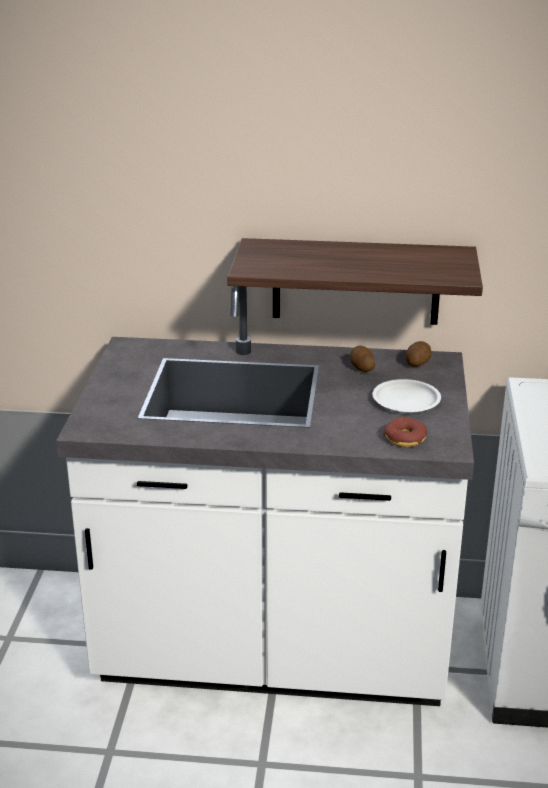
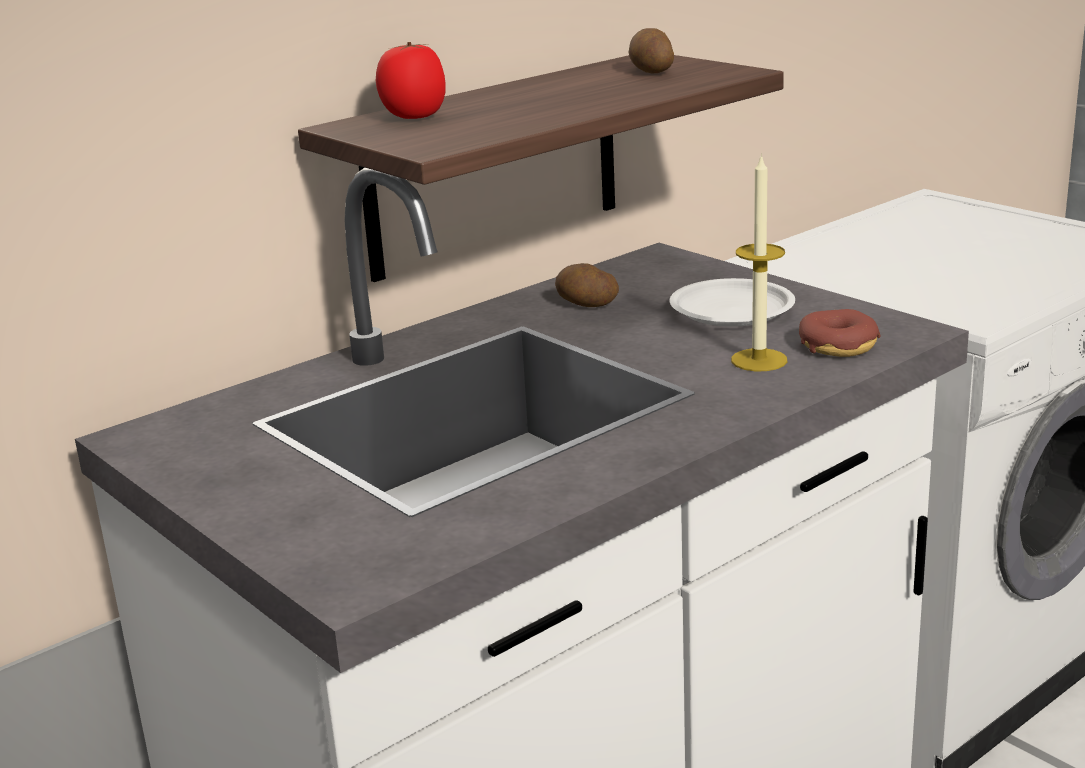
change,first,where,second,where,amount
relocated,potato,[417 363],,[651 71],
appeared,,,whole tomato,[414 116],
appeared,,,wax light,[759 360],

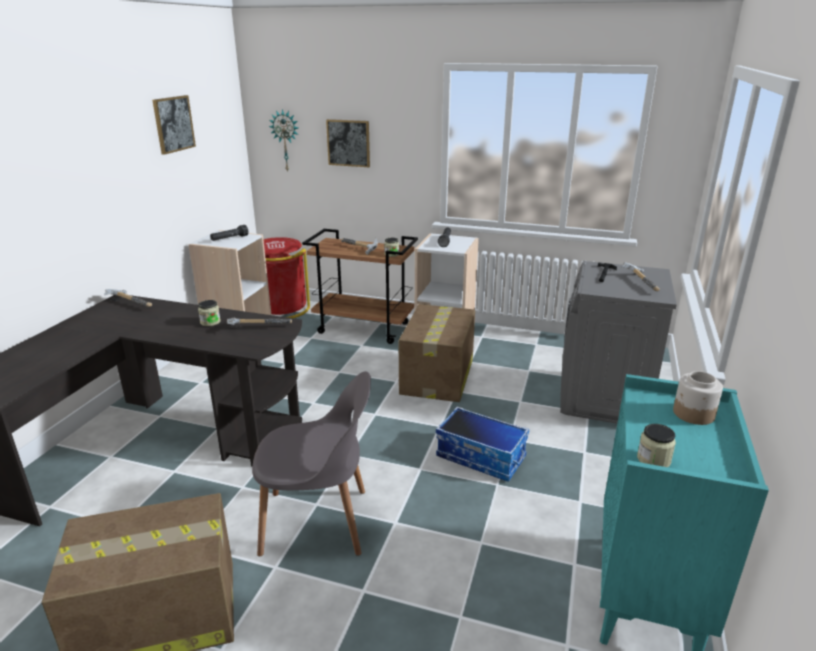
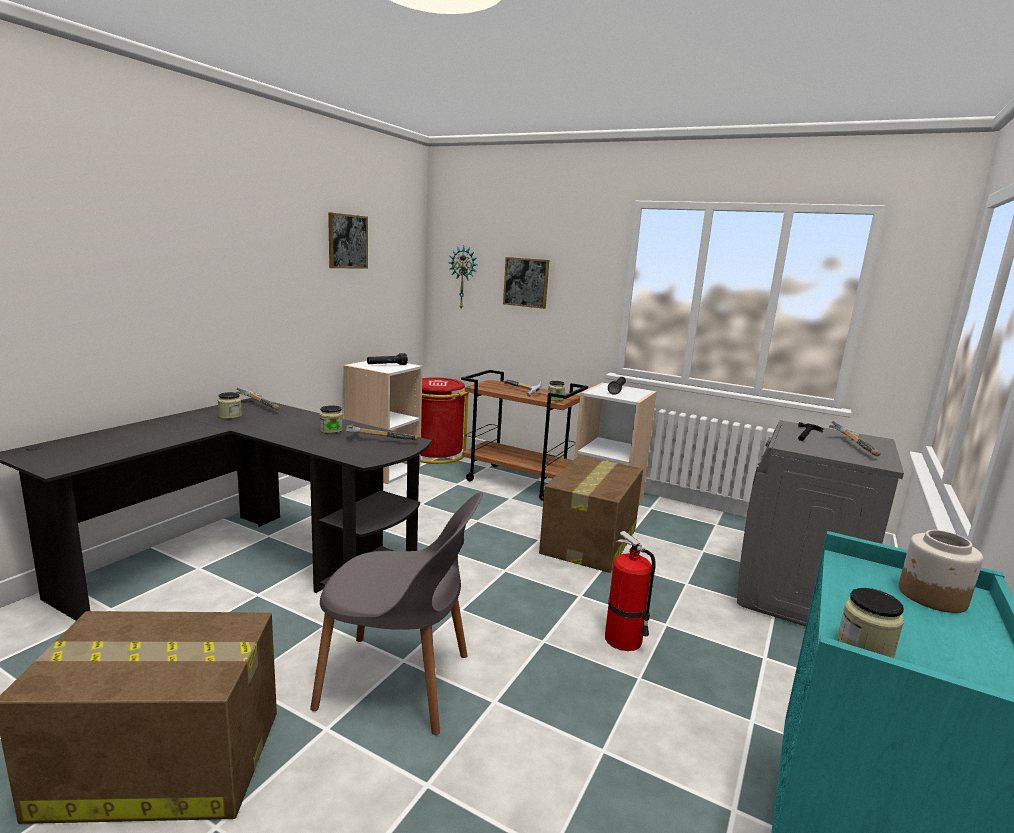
change,first,where,second,where,amount
exchanged,storage container,[481 457],extinguisher,[625 640],
appeared,,,preserve jar,[230 416],

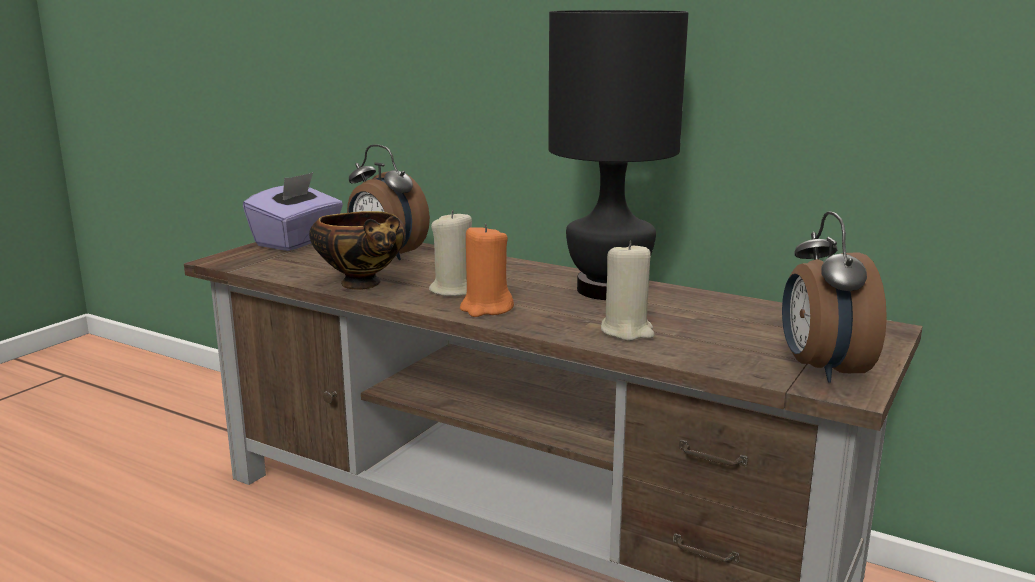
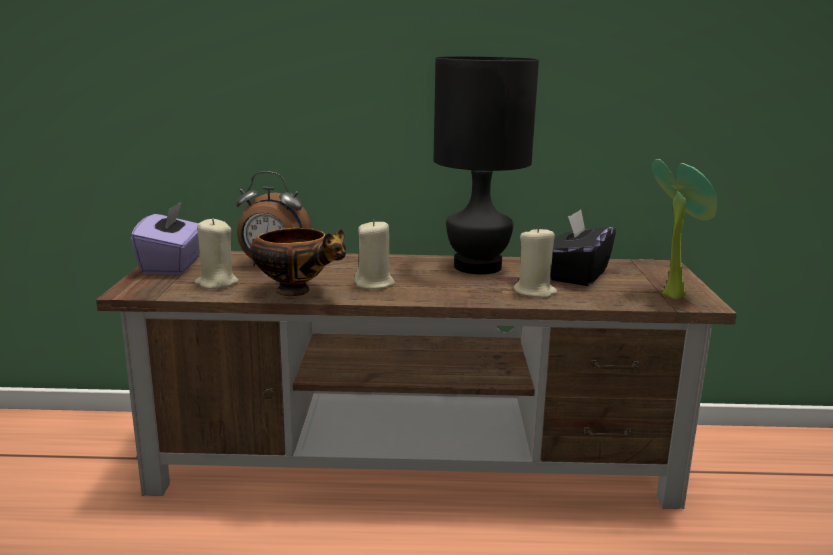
change,first,where,second,where,amount
missing,orange-coloured wax light,[486 308],,,
exchanged,alarm clock,[821 369],potted plant,[673 295],
appeared,,,sand-coloured wax light,[216 283],
appeared,,,black tissue box,[577 275],

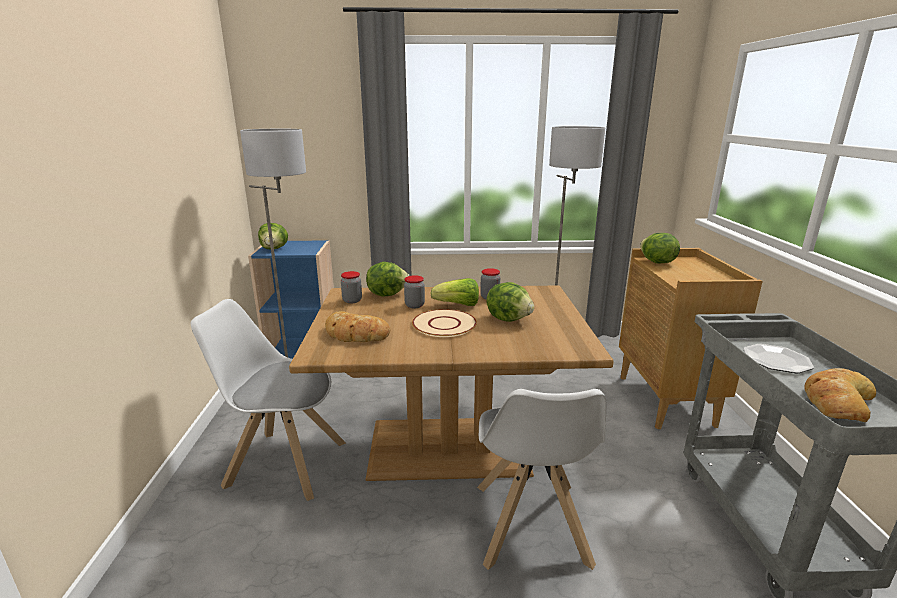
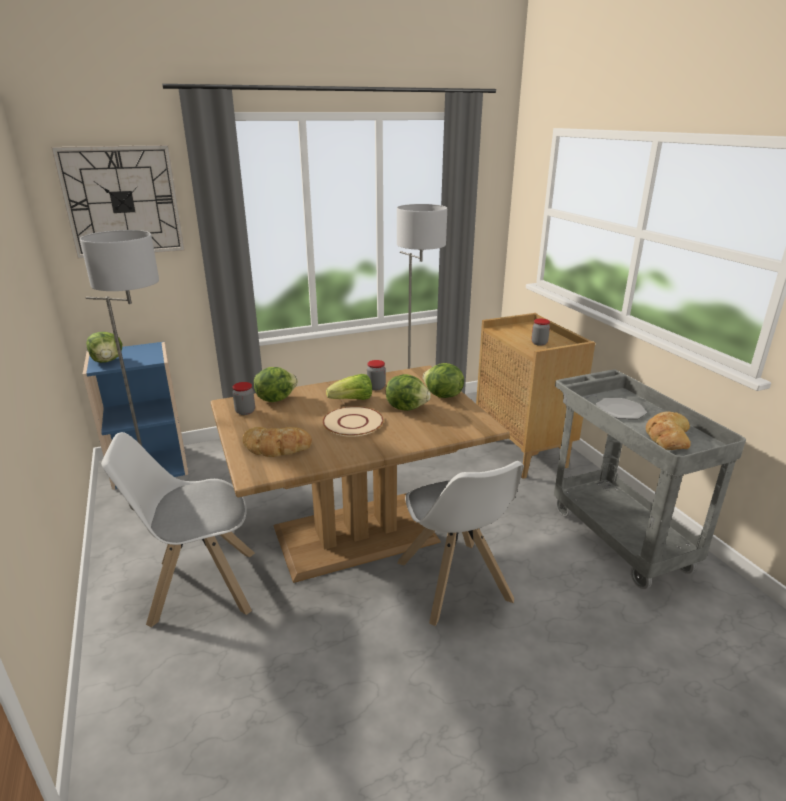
change,first,where,second,where,amount
relocated,preserve jar,[414 305],,[539 343],
relocated,lettuce head,[656 262],,[442 396],
appeared,,,hanging clock,[122 201],

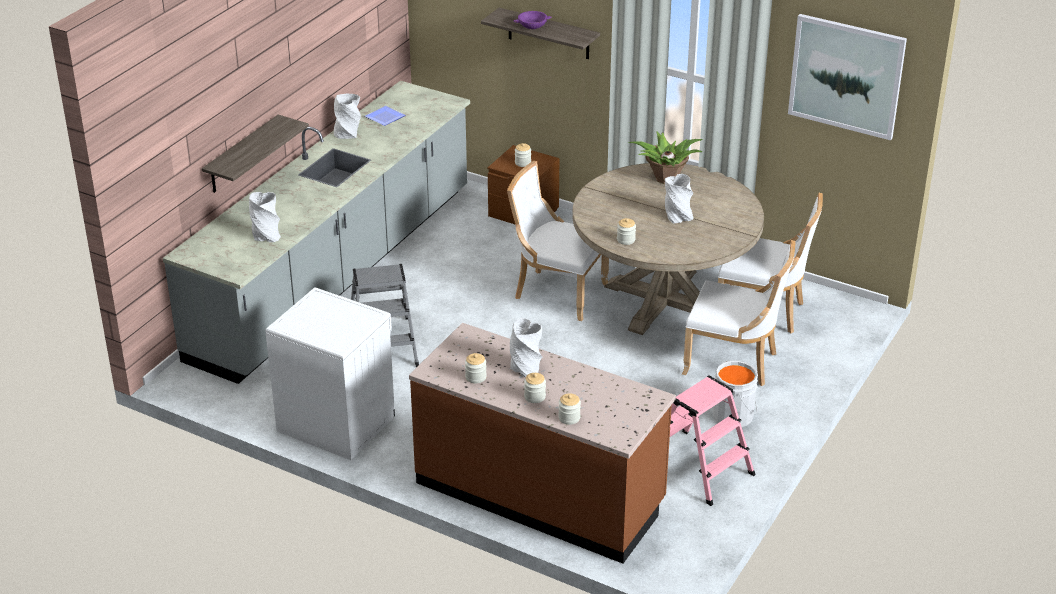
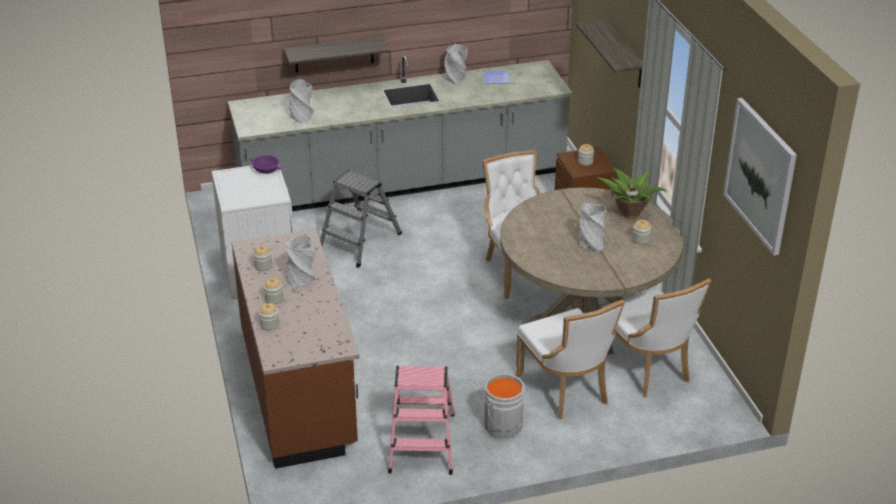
change,first,where,second,where,amount
relocated,purplish deep dish,[532 25],,[266 169],
relocated,preserve jar,[626 240],,[640 239],

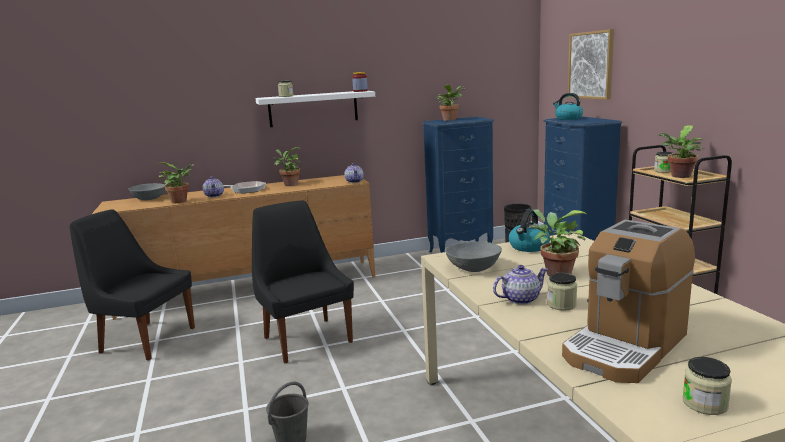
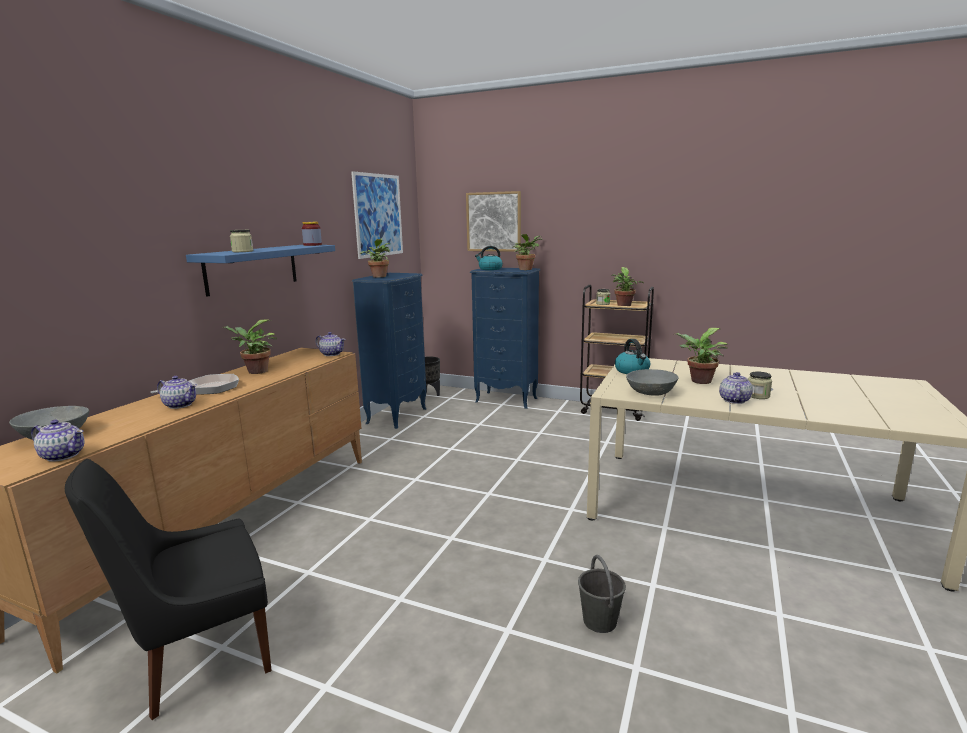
change,first,where,second,where,amount
relocated,potted plant,[181 201],,[526 269],
missing,black chair,[306 338],,,
colour,whitish shelf,[313 108],bluish shelf,[252 268],
missing,coffee maker,[625 346],,,
missing,preserve jar,[704 403],,,
appeared,,,pot for tea,[63 455],
appeared,,,wall art,[378 215],

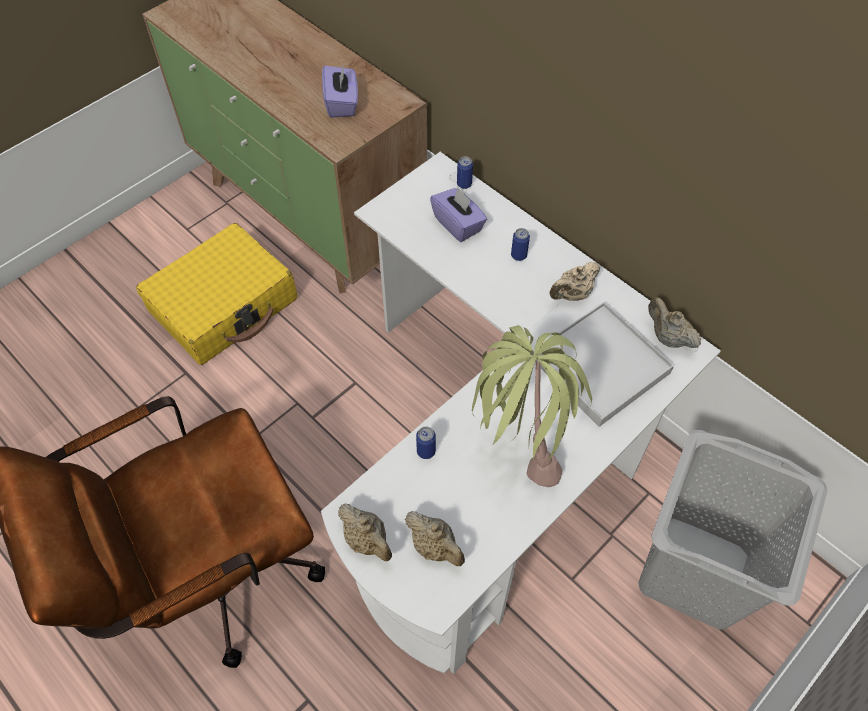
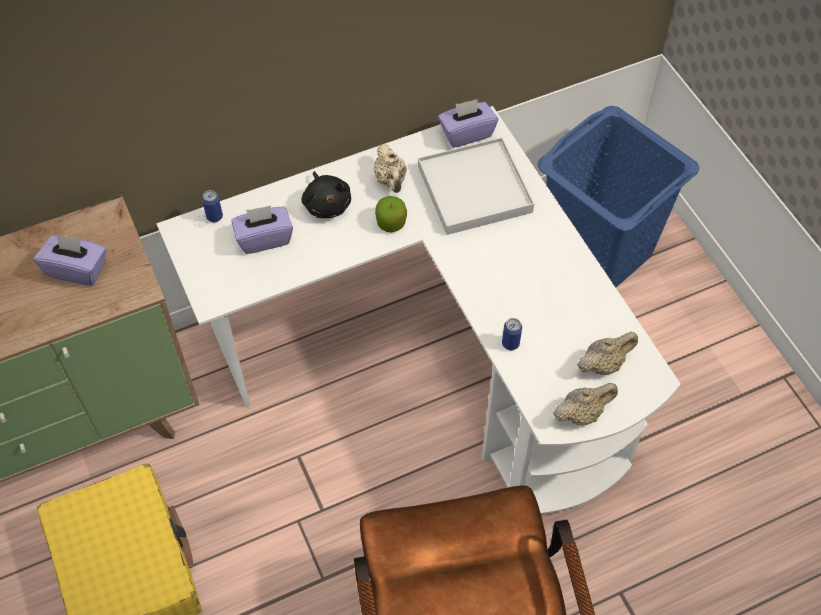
change,first,where,second,where,amount
missing,potted plant,[519 446],,,
exchanged,sealed can,[518 255],black plush toy,[327 204],
colour,grey hamper,[695 570],bluish hamper,[597 251],
exchanged,sand-coloured pot for tea,[667 338],purplish tissue box,[466 133],
appeared,,,apple,[391 223],

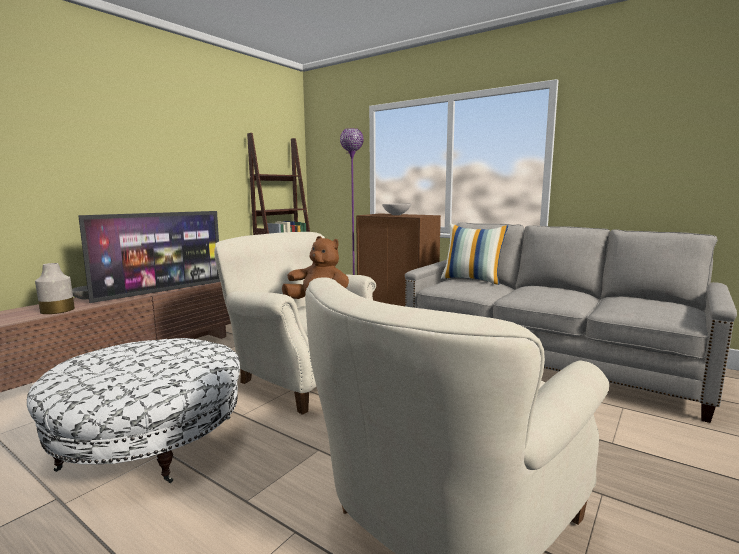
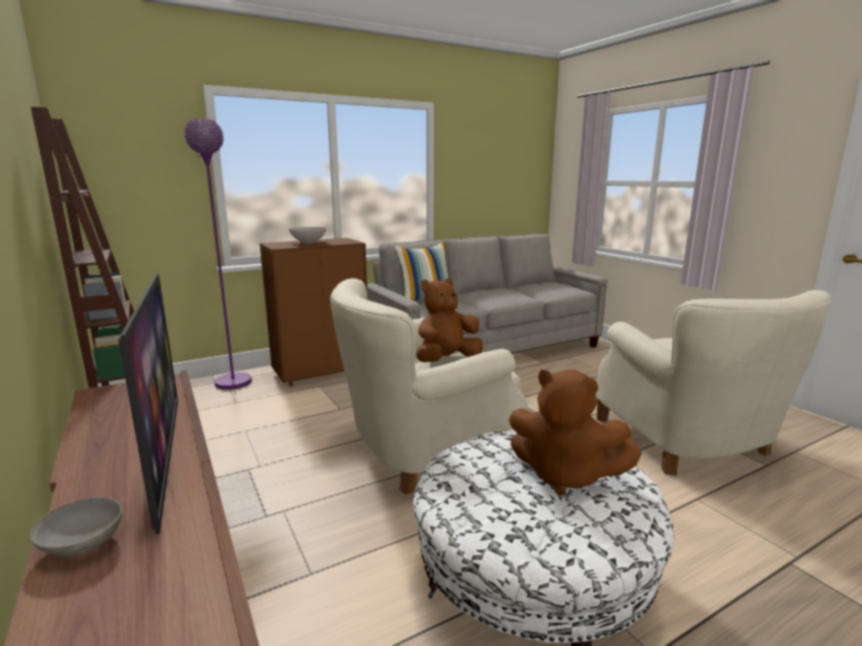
change,first,where,second,where,amount
missing,sand-coloured flower vase,[57 310],,,
appeared,,,brownish plush toy,[565 475],

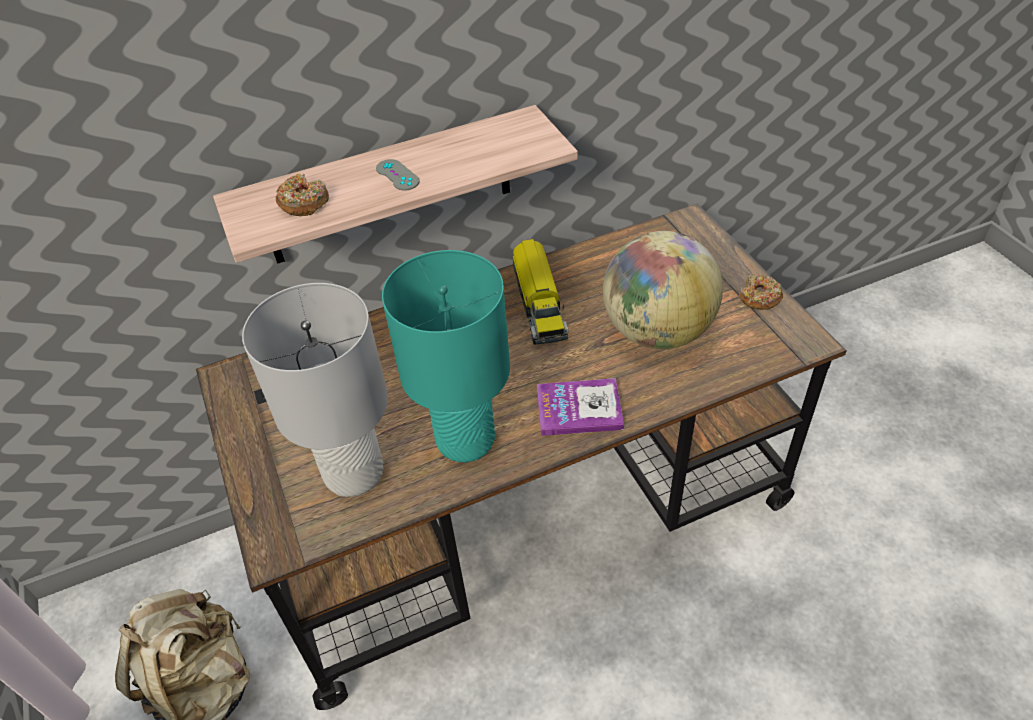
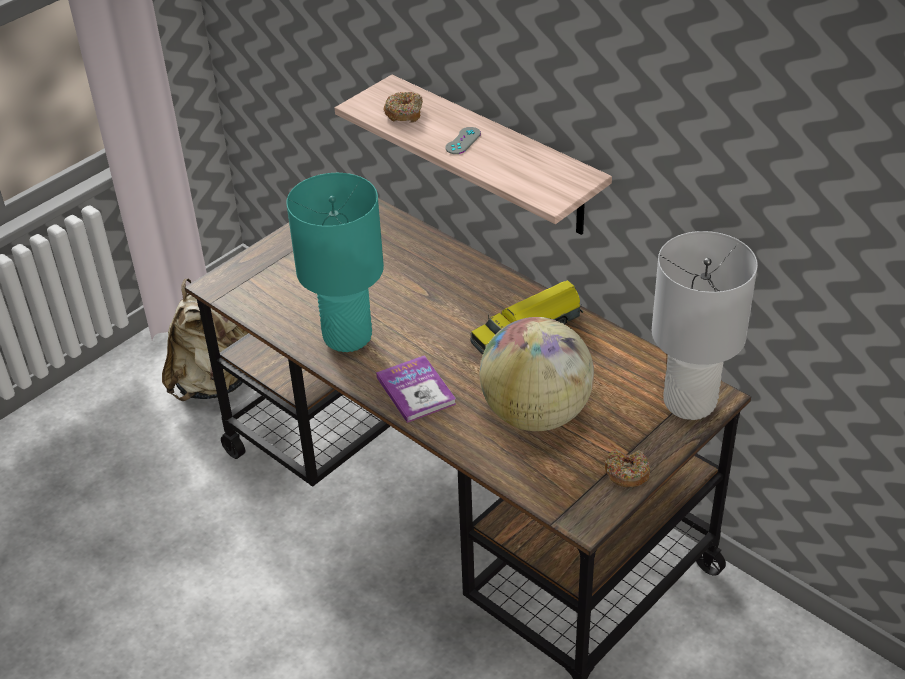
change,first,where,second,where,amount
relocated,grey tabletop lamp,[356 476],,[690 406],

